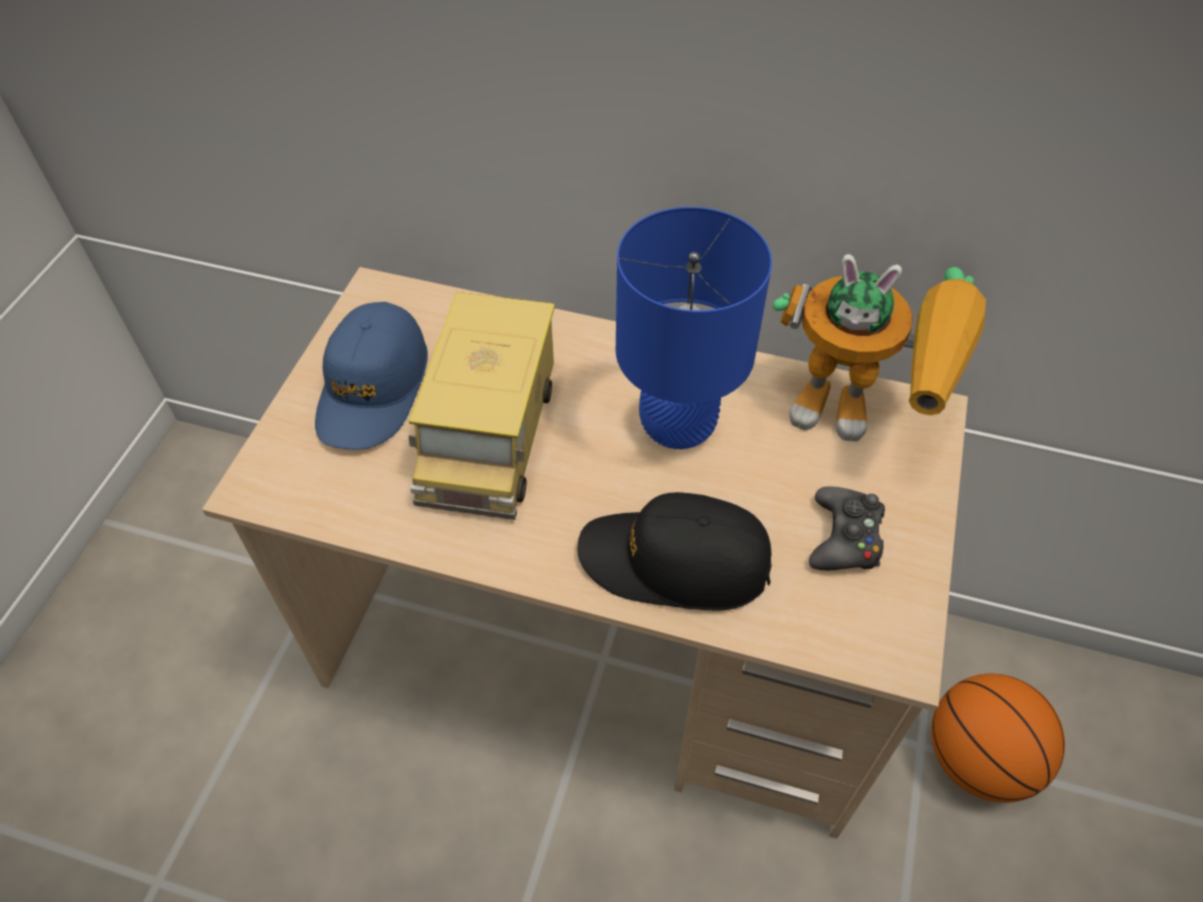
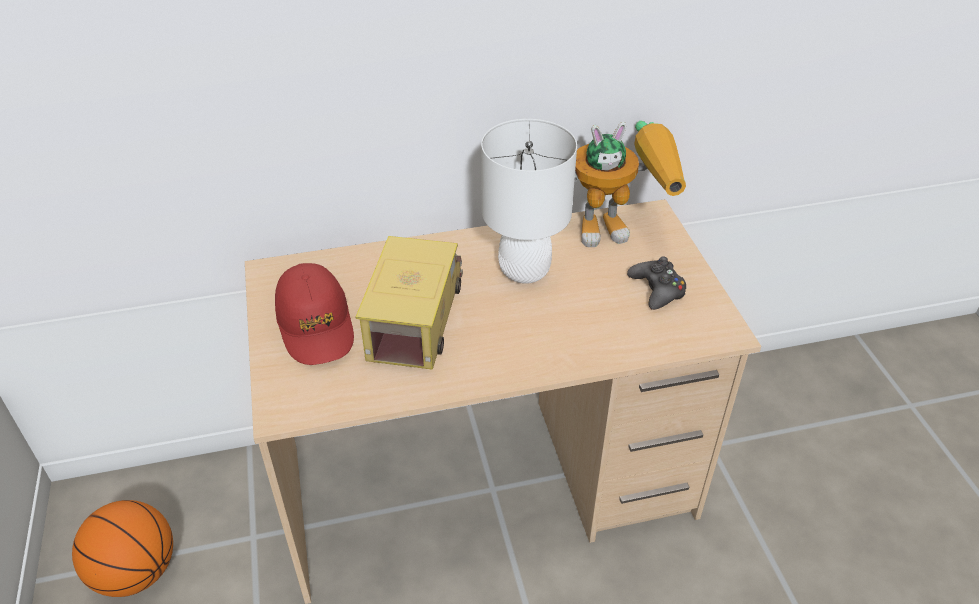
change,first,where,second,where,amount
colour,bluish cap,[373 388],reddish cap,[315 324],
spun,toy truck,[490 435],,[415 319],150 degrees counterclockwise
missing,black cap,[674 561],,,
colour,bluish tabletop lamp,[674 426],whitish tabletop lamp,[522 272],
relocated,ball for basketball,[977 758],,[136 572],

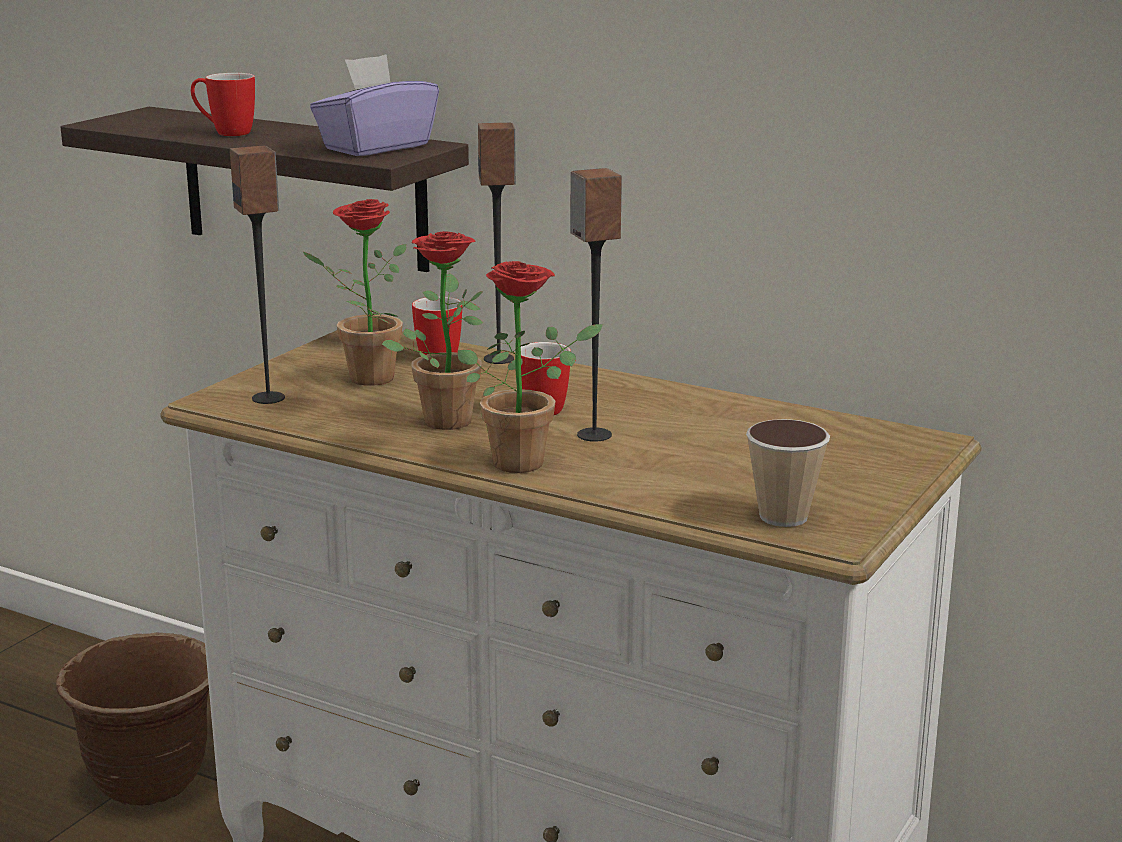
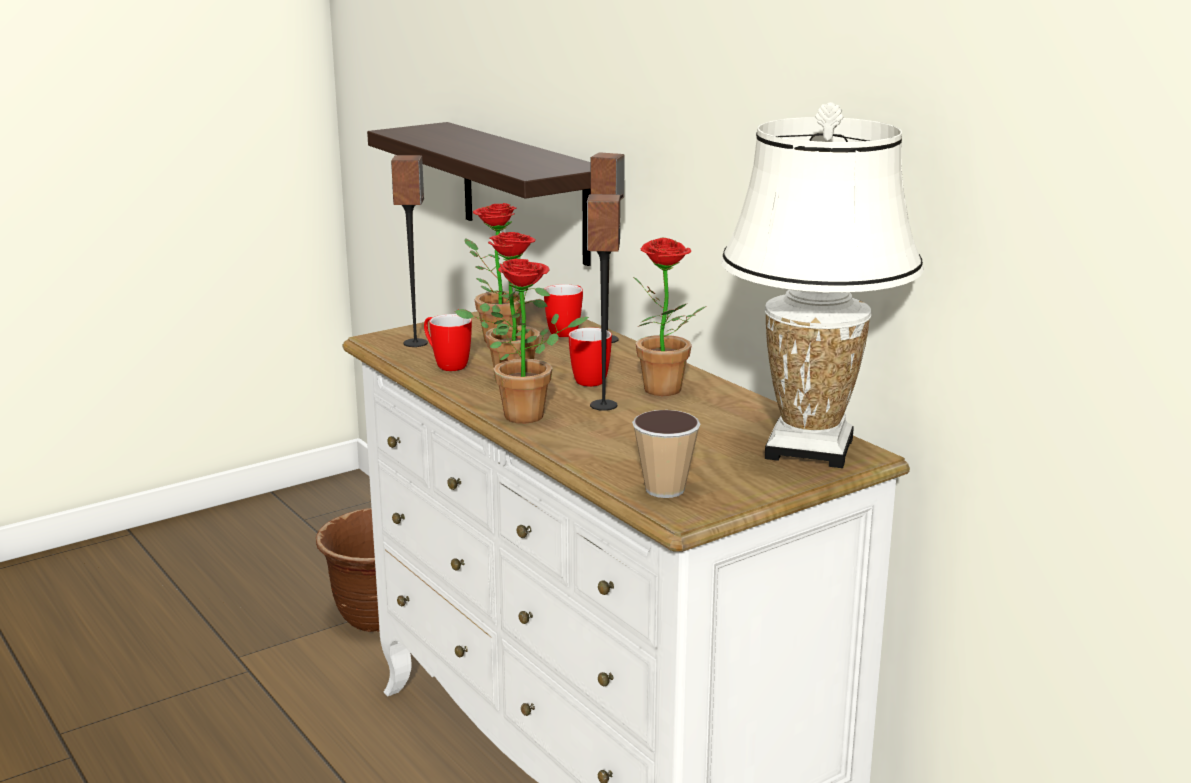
change,first,where,second,where,amount
relocated,mug,[225 132],,[446 364],
missing,purplish tissue box,[376 147],,,
appeared,,,potted plant,[666 392],
appeared,,,whitish tabletop lamp,[808 448],

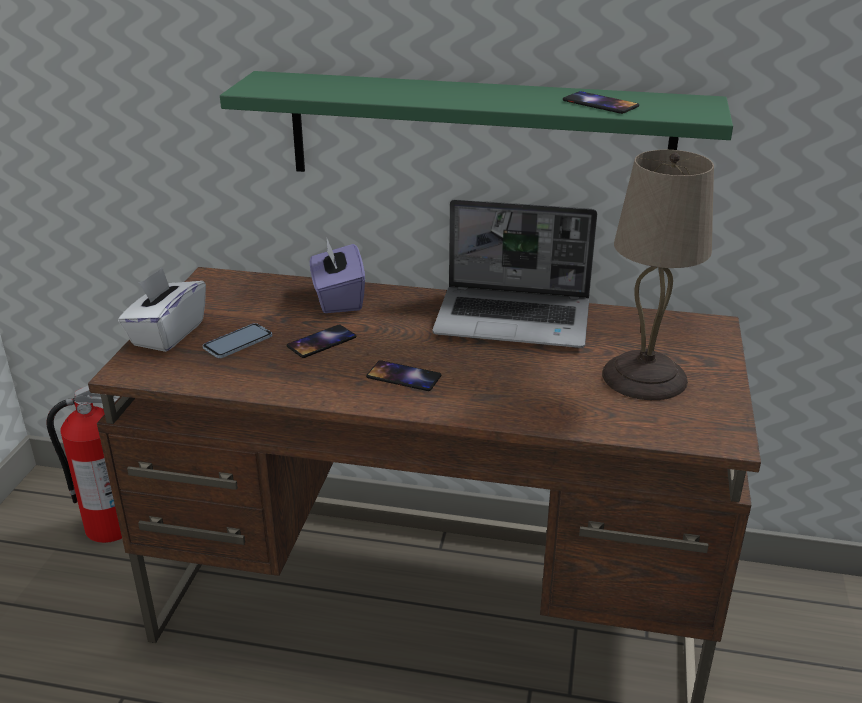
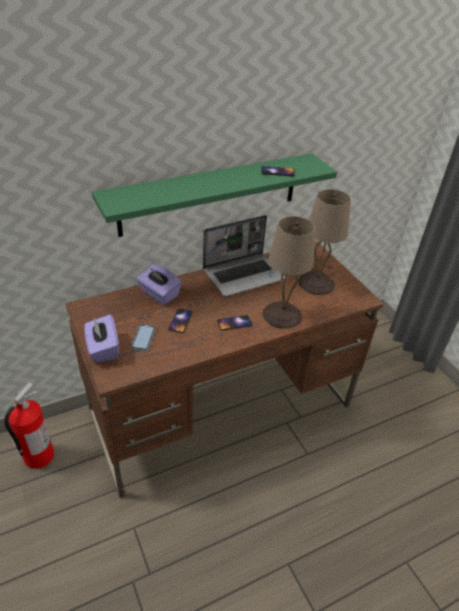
change,first,where,second,where,amount
colour,whitish tissue box,[167 334],purplish tissue box,[103 349],
appeared,,,sand-coloured tabletop lamp,[281 314],

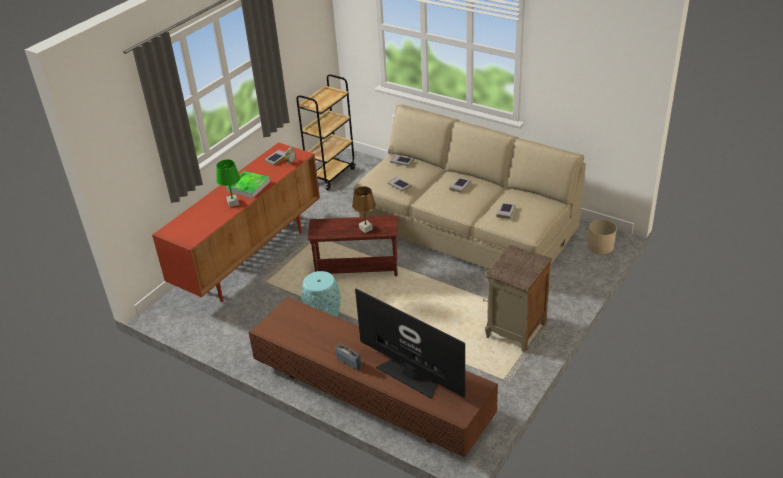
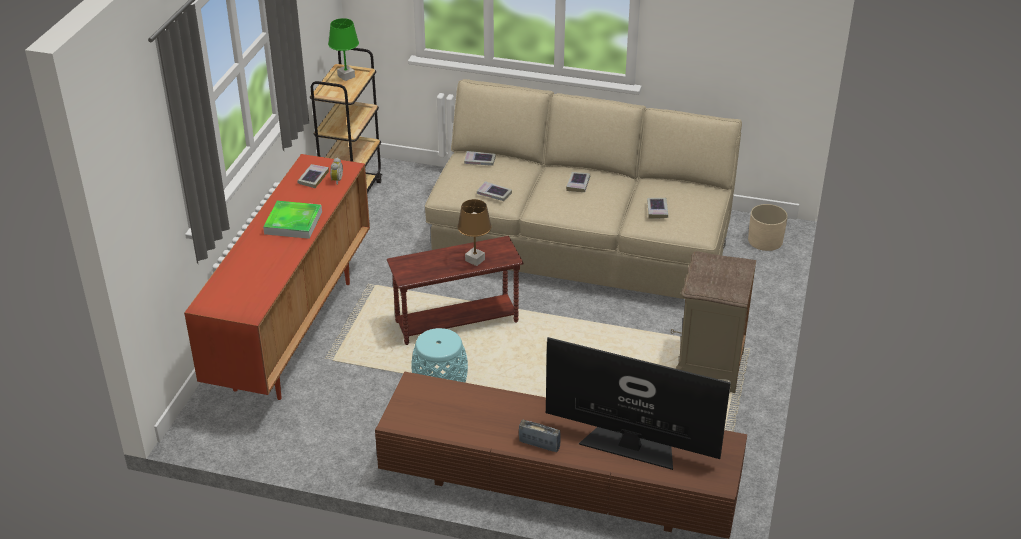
change,first,where,second,where,amount
relocated,green-coloured tabletop lamp,[233 203],,[346 76],

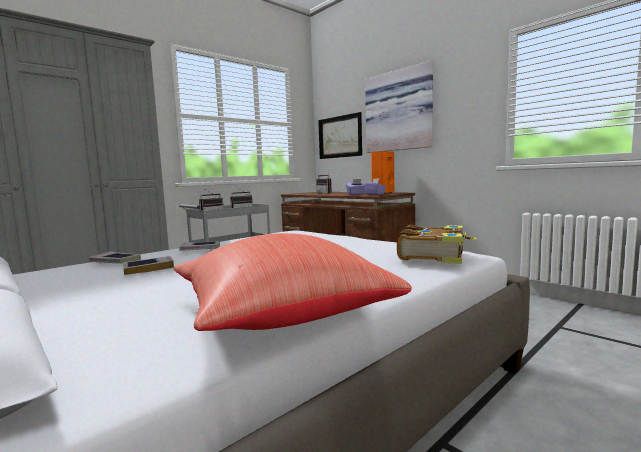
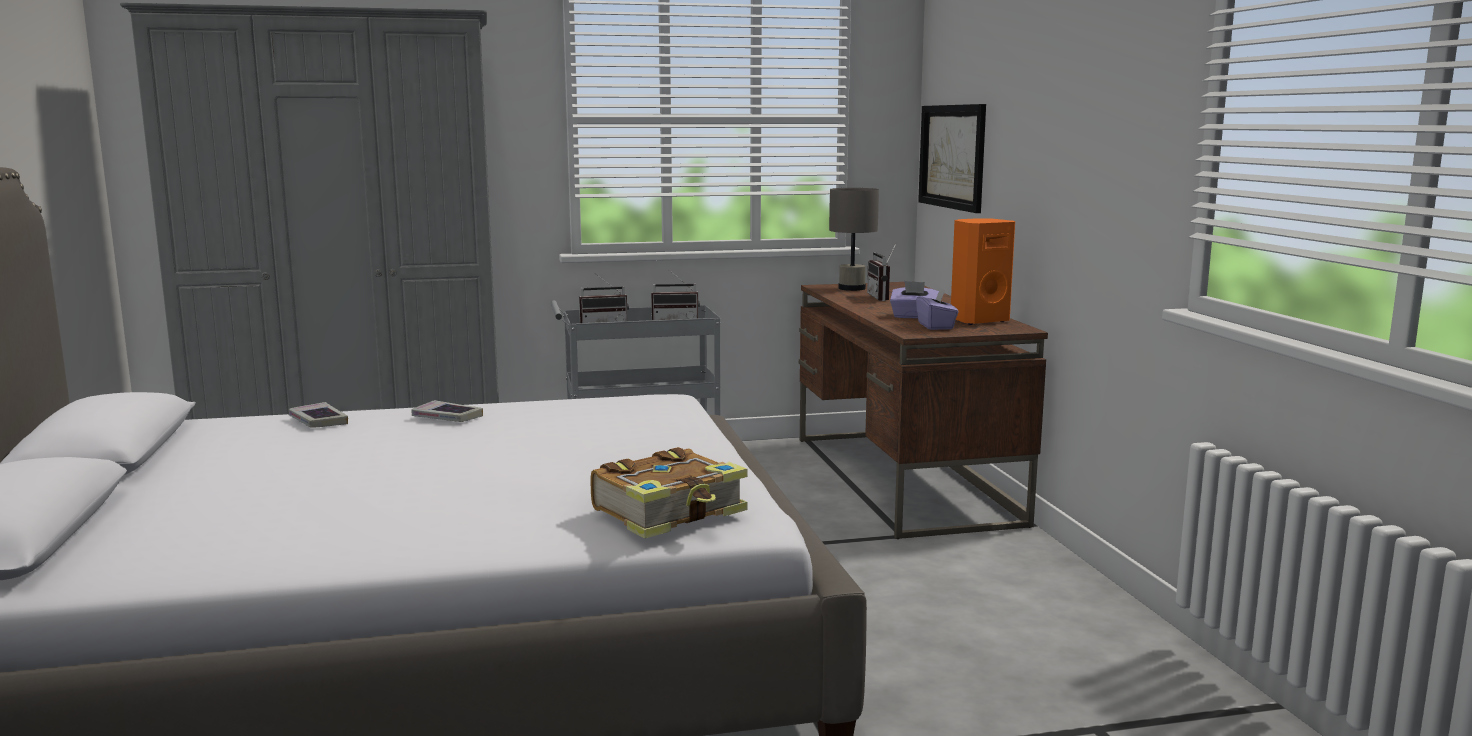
change,first,where,second,where,amount
missing,volume,[149 268],,,
missing,reddish cushion,[278 315],,,
missing,wall art,[399 111],,,
appeared,,,grey tabletop lamp,[852 288],

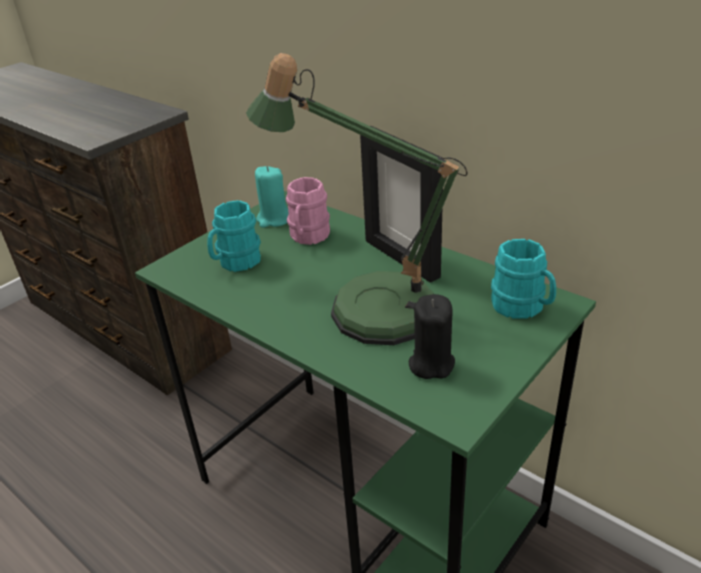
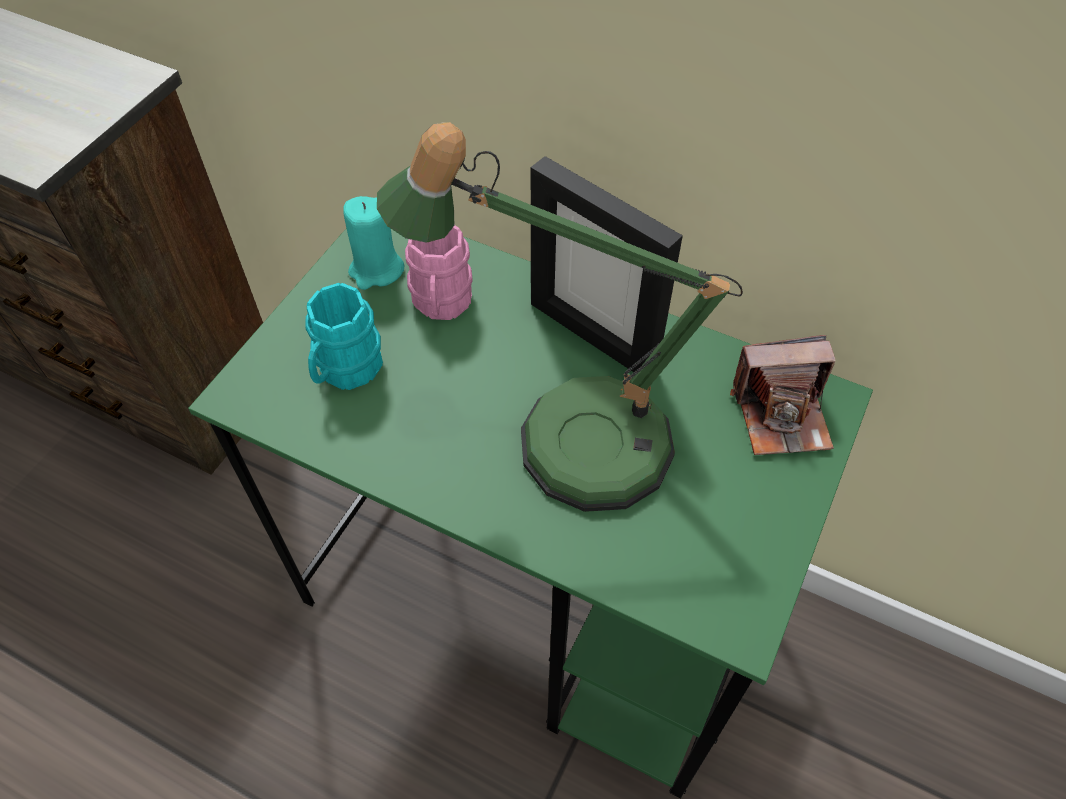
change,first,where,second,where,amount
missing,black wax light,[431 364],,,
exchanged,blue-green mug,[522 308],still camera,[781 415],

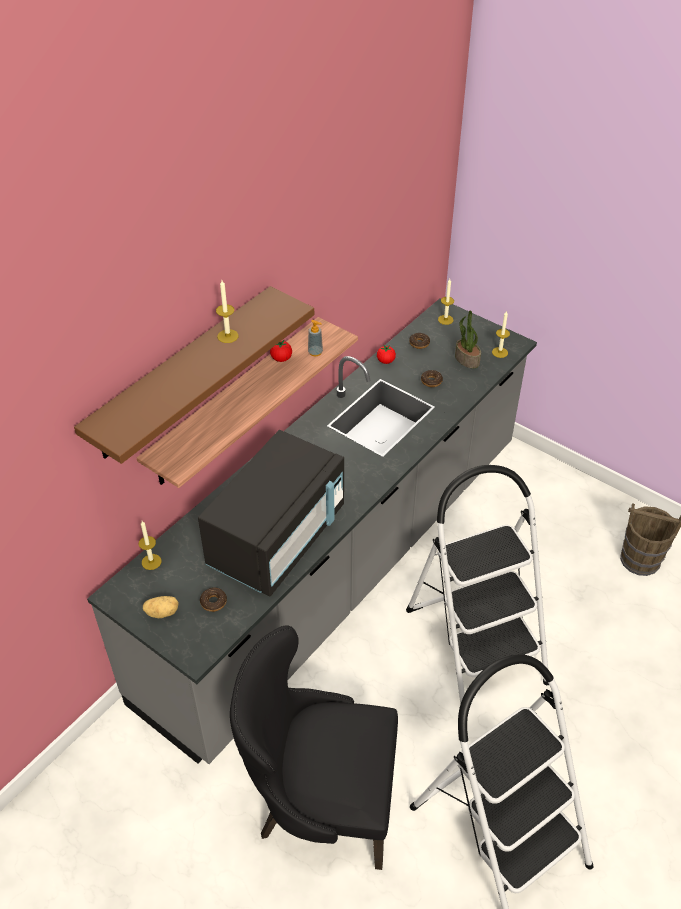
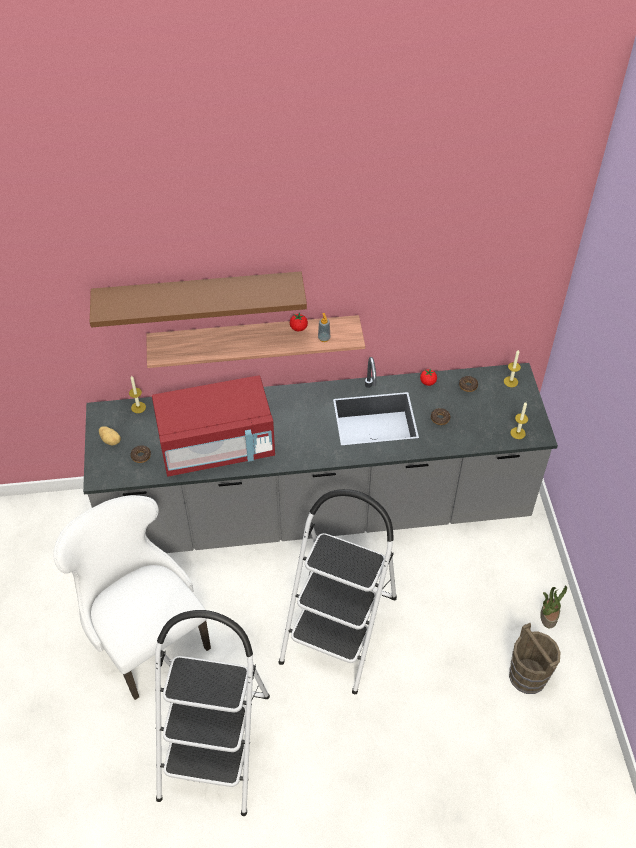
change,first,where,second,where,amount
colour,black microwave oven,[277 538],reddish microwave oven,[217 447],
missing,wax light,[227 336],,,
colour,black chair,[321 804],whitish chair,[146 636],
relocated,potted plant,[466 359],,[548 615],

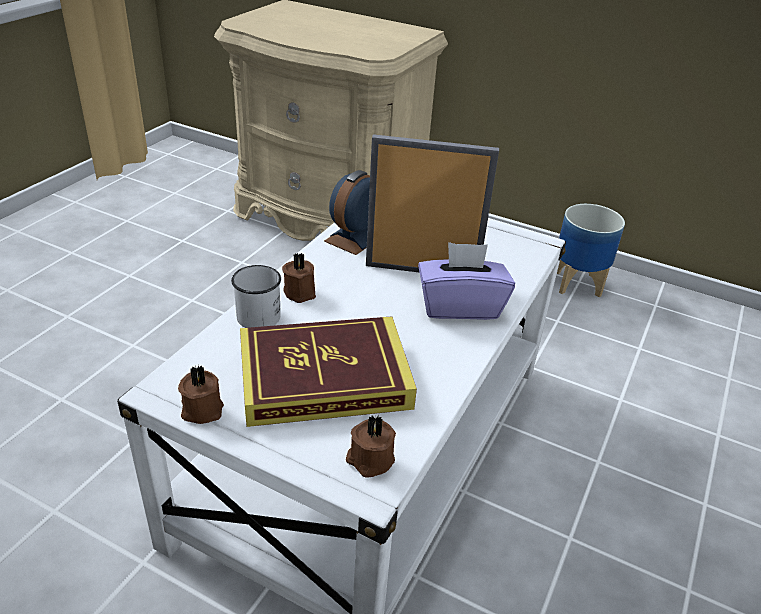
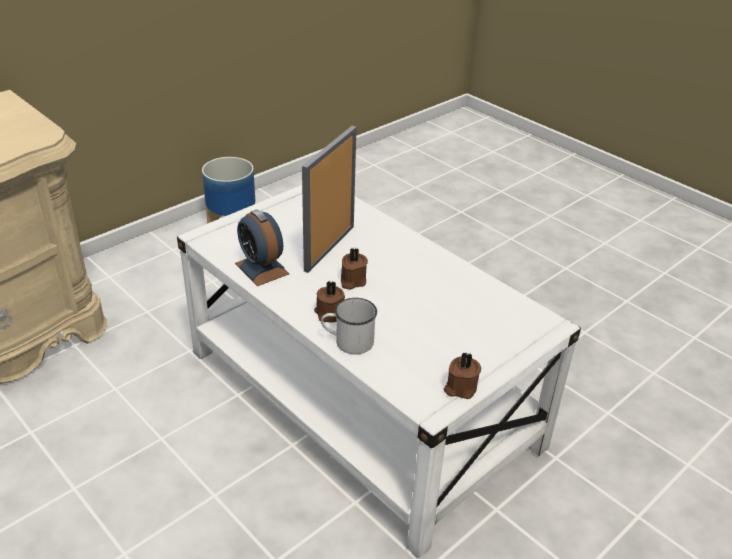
change,first,where,second,where,amount
missing,volume,[324 377],,,
relocated,brownish wax light,[369 460],,[352 281],
missing,purplish tissue box,[460 306],,,

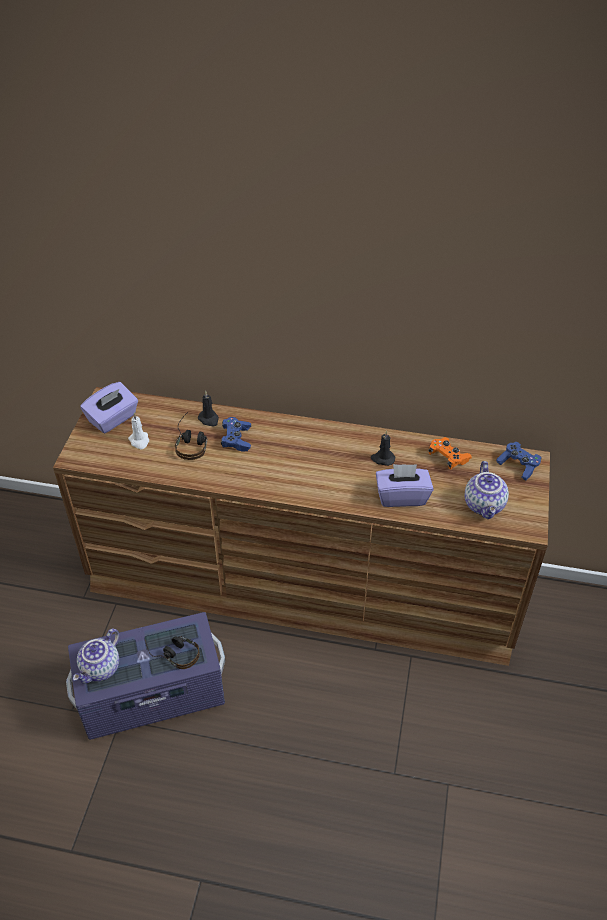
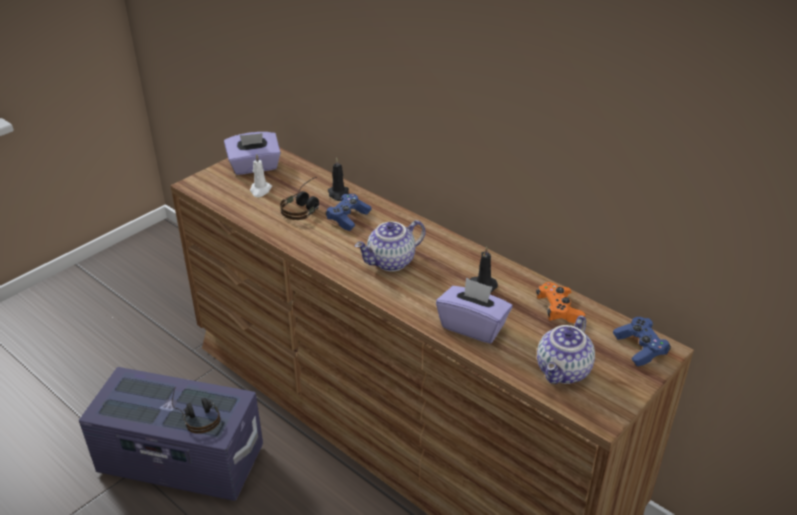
change,first,where,second,where,amount
relocated,pot for tea,[101 669],,[391 262],

